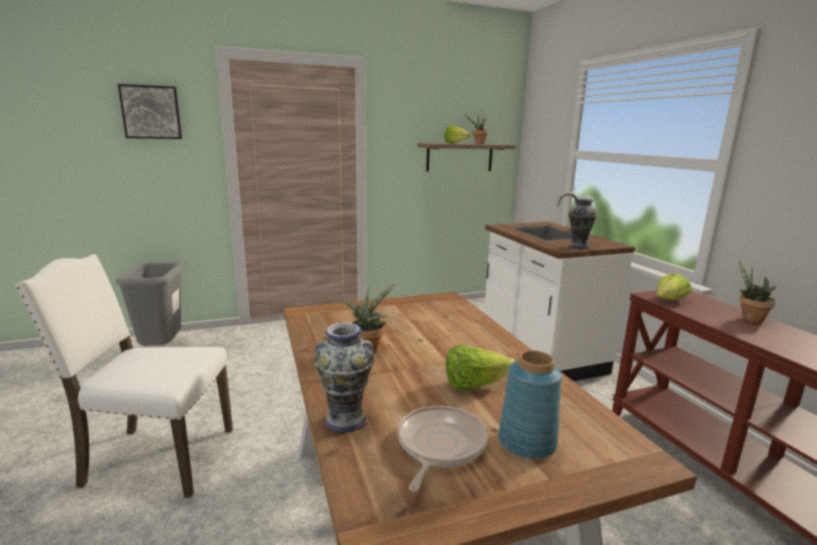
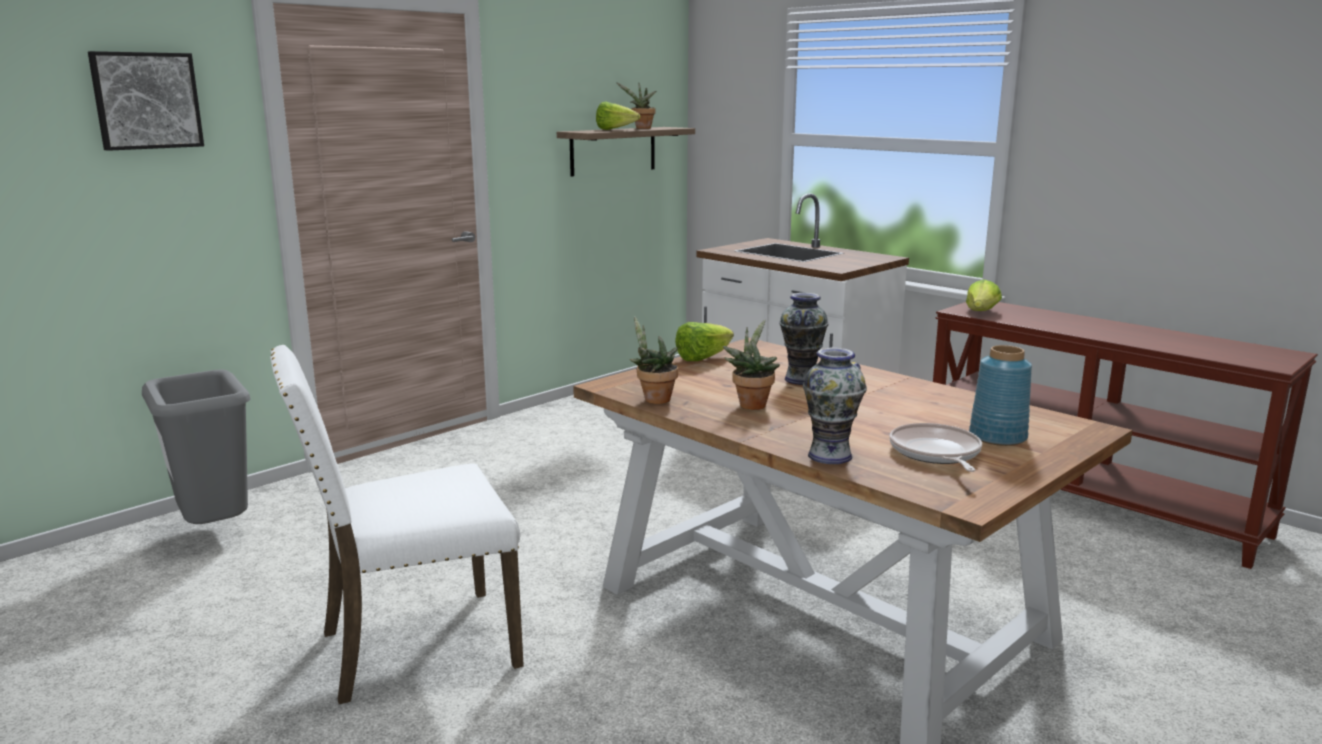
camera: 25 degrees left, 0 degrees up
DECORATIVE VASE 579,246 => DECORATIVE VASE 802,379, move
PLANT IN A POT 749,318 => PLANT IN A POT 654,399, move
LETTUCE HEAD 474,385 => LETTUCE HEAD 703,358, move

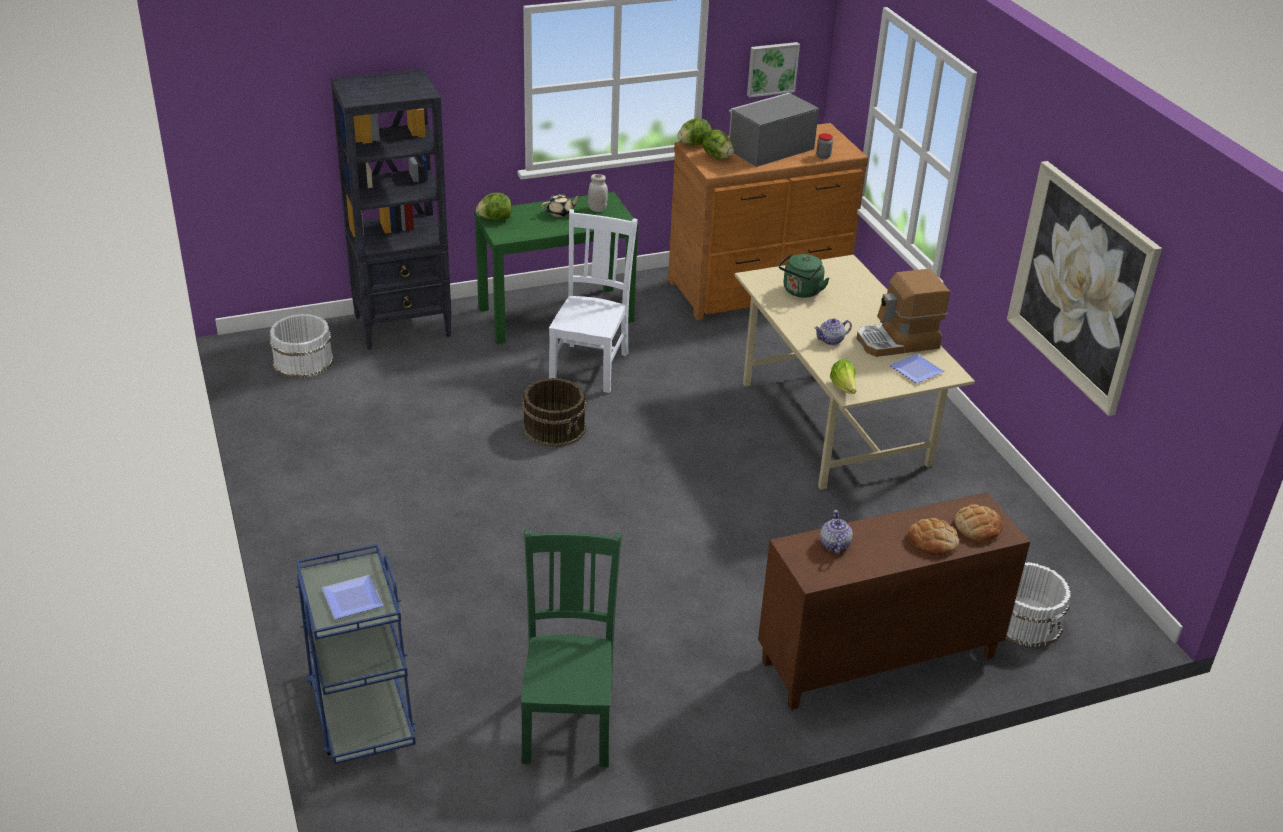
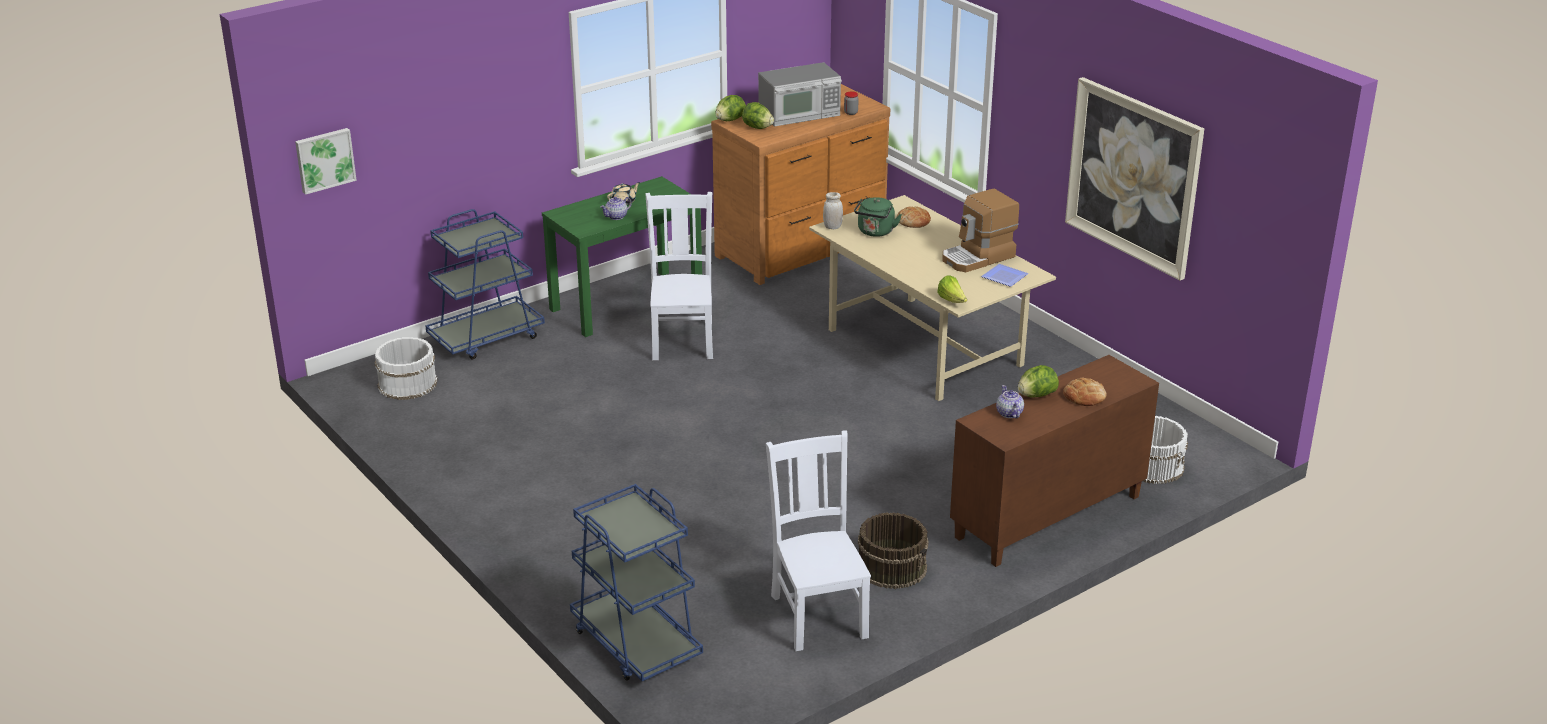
camera: 15 degrees left, 5 degrees down
WALL ART 771,68 => WALL ART 324,160, move
BLACK SHELVING UNIT 403,326 => BLUISH CART 487,337
MICROWAVE OVEN 769,149 => MICROWAVE OVEN 800,114, 150 degrees counterclockwise
WHITISH STORAGE JAR 597,209 => WHITISH STORAGE JAR 832,227, move
LETTUCE HEAD 495,219 => LETTUCE HEAD 1036,395, move
TEAPOT 831,340 => TEAPOT 616,216, move
BROWN BUCKET 554,427 => BROWN BUCKET 892,567, move
BREAD 977,527 => BREAD 913,221, move
GREENISH PLAIN CHAIR 568,722 => WHITISH PLAIN CHAIR 818,614
DINNER PLATE 353,598 => nothing

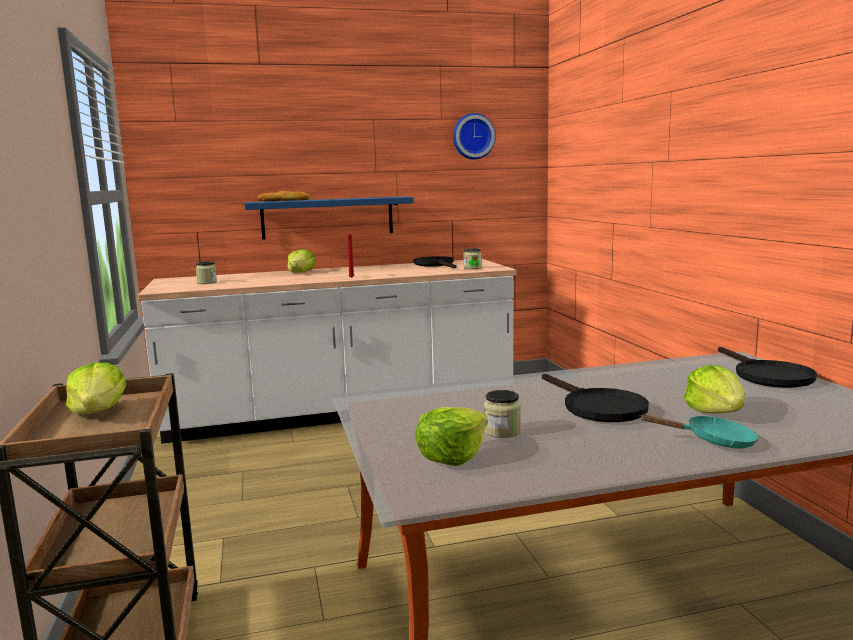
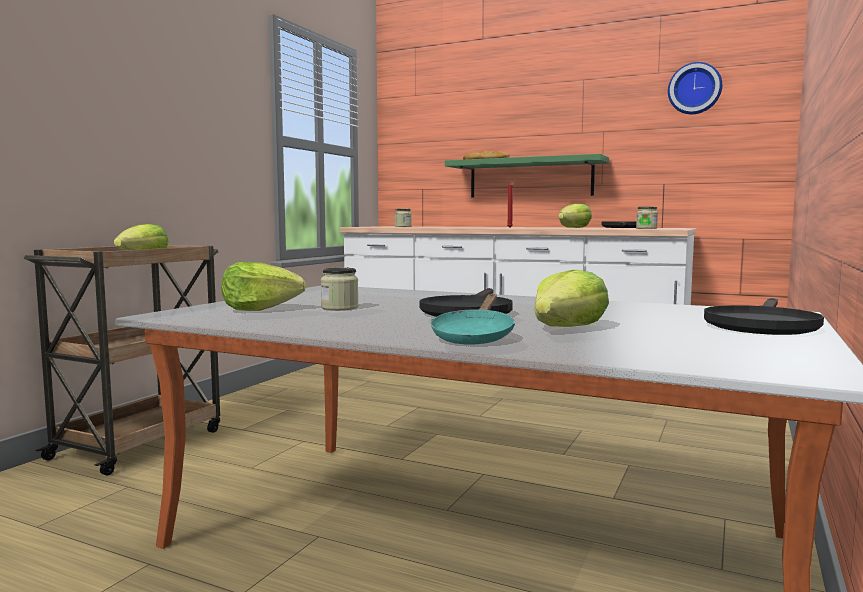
camera: 40 degrees right, 5 degrees down
BLUISH WALL SHELF 327,217 => GREENISH WALL SHELF 530,178
LETTUCE HEAD 301,272 => LETTUCE HEAD 574,228, move
TURQUOISE-COLOURED SKILLET 713,441 => TURQUOISE-COLOURED SKILLET 474,336, 60 degrees clockwise

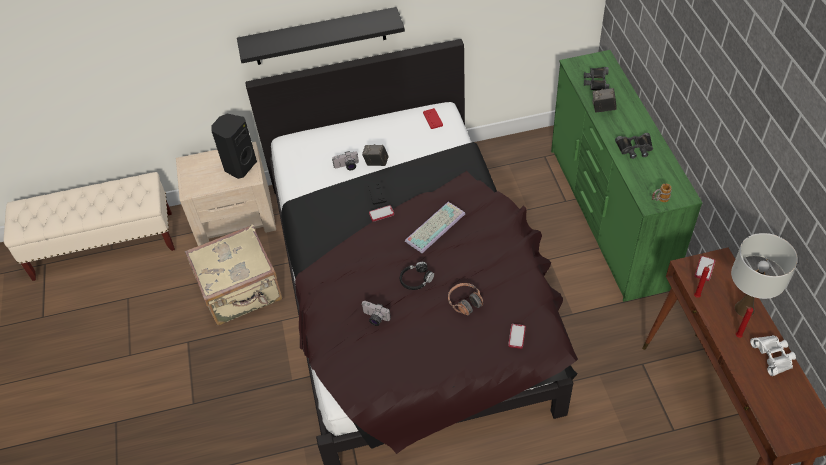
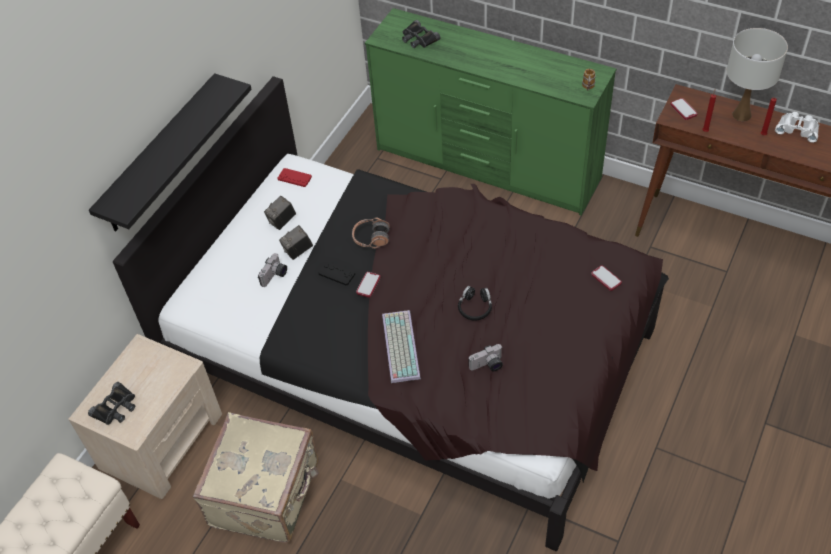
camera: 50 degrees left, 0 degrees up
PHOTO CAMERA 603,108 => PHOTO CAMERA 282,221, move
BLACK LOUDSPEAKER 239,166 => nothing
BLACK FIELD GLASSES 635,148 => BLACK FIELD GLASSES 116,408, move
COMPUTER KEYBOARD 435,226 => COMPUTER KEYBOARD 399,346, move
HEADSET 465,302 => HEADSET 371,238, move

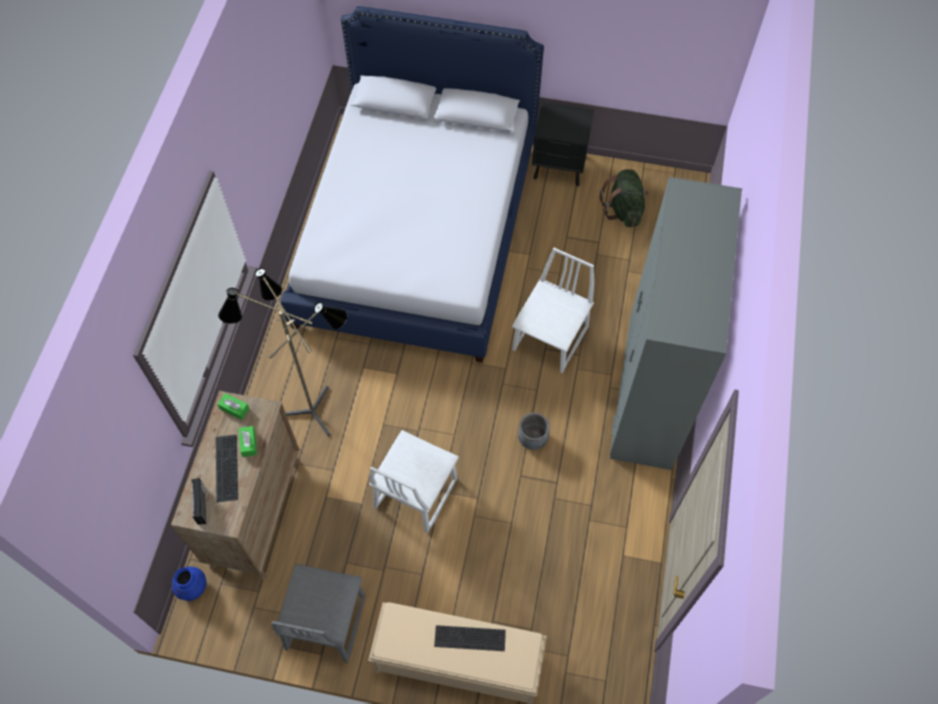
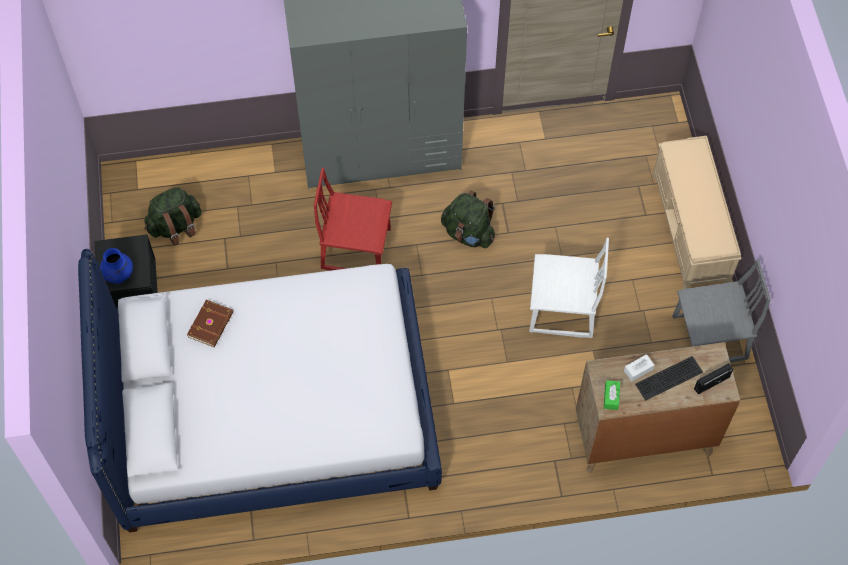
camera: 110 degrees left, 0 degrees up
WHITISH PLAIN CHAIR 551,339 => RED-COLOURED PLAIN CHAIR 356,248
STANDARD LAMP 311,406 => nothing
GRAY FLOWER POT 532,439 => GREENISH KNAPSACK 468,233
GREENISH TISSUE BOX 248,443 => WHITISH TISSUE BOX 638,370
BLUISH DECORATIVE VASE 192,587 => BLUISH DECORATIVE VASE 119,275, move
COMPUTER KEYBOARD 469,639 => nothing
nothing => BROWN BOUND BOOK 211,324

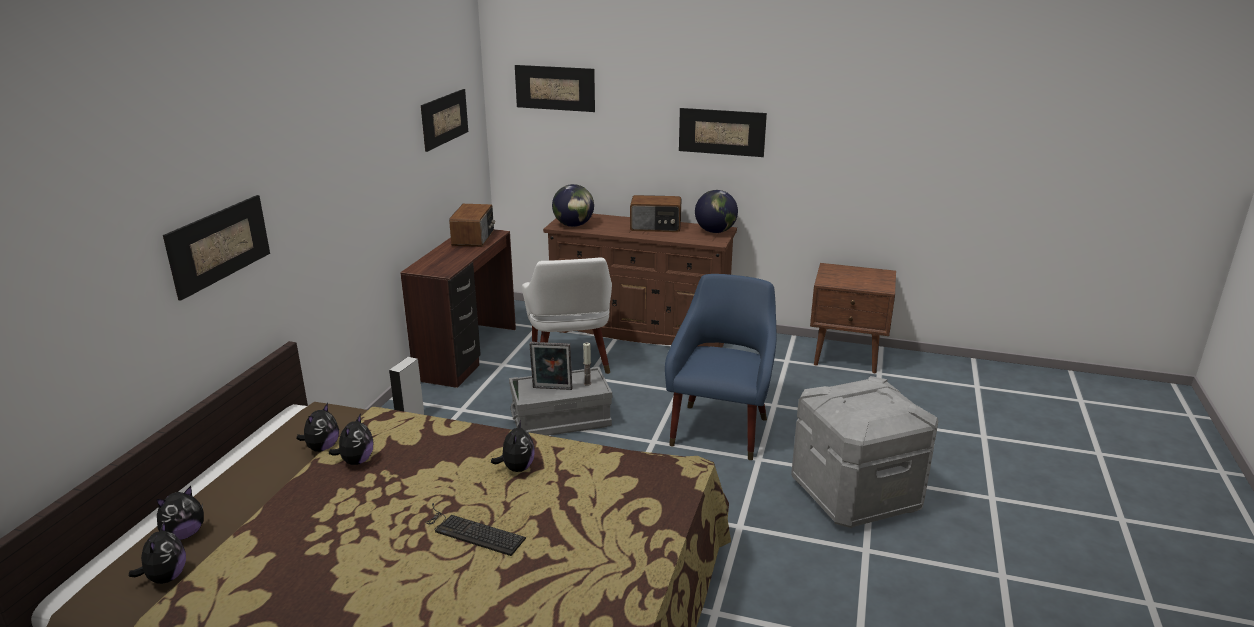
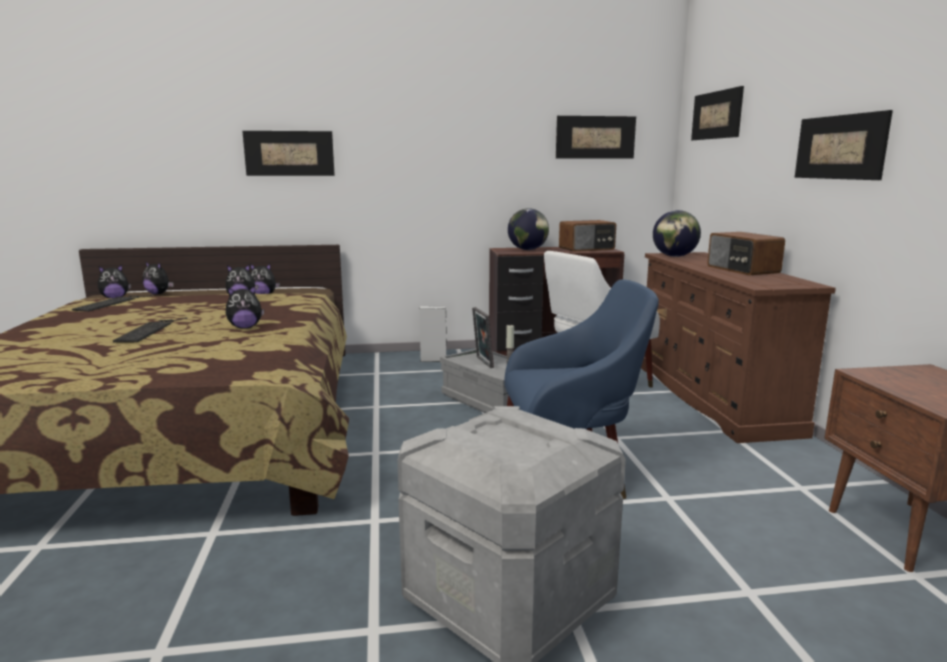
camera: 65 degrees right, 10 degrees down
GLOBE 715,231 => GLOBE 528,249, move
nothing => COMPUTER KEYBOARD 111,303

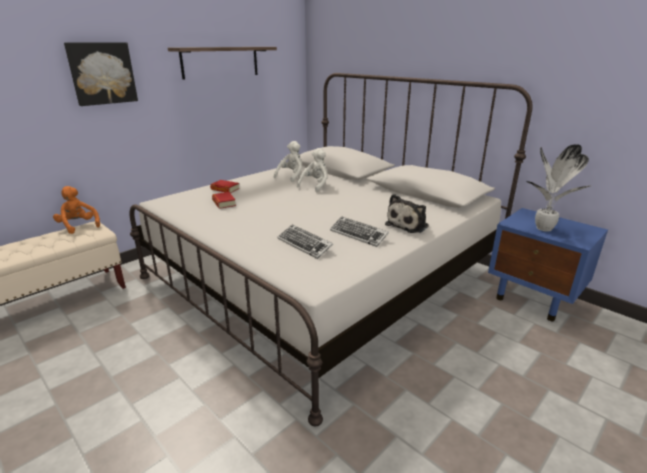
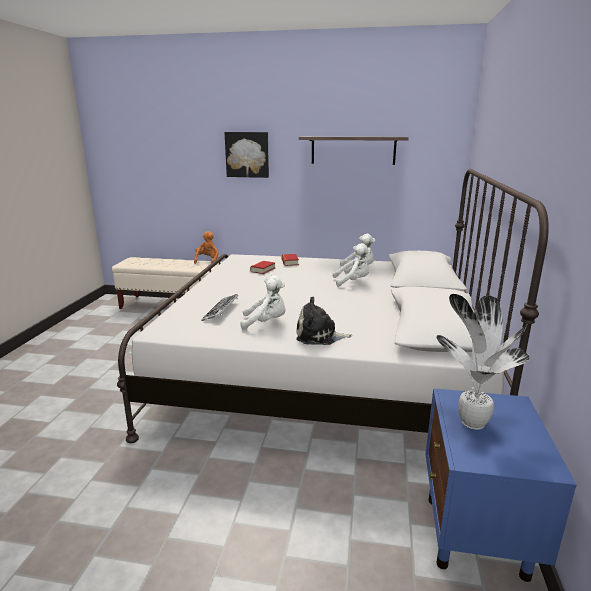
camera: 55 degrees right, 5 degrees down
COMPUTER KEYBOARD 358,235 => WHITISH SOFT TOY 266,323

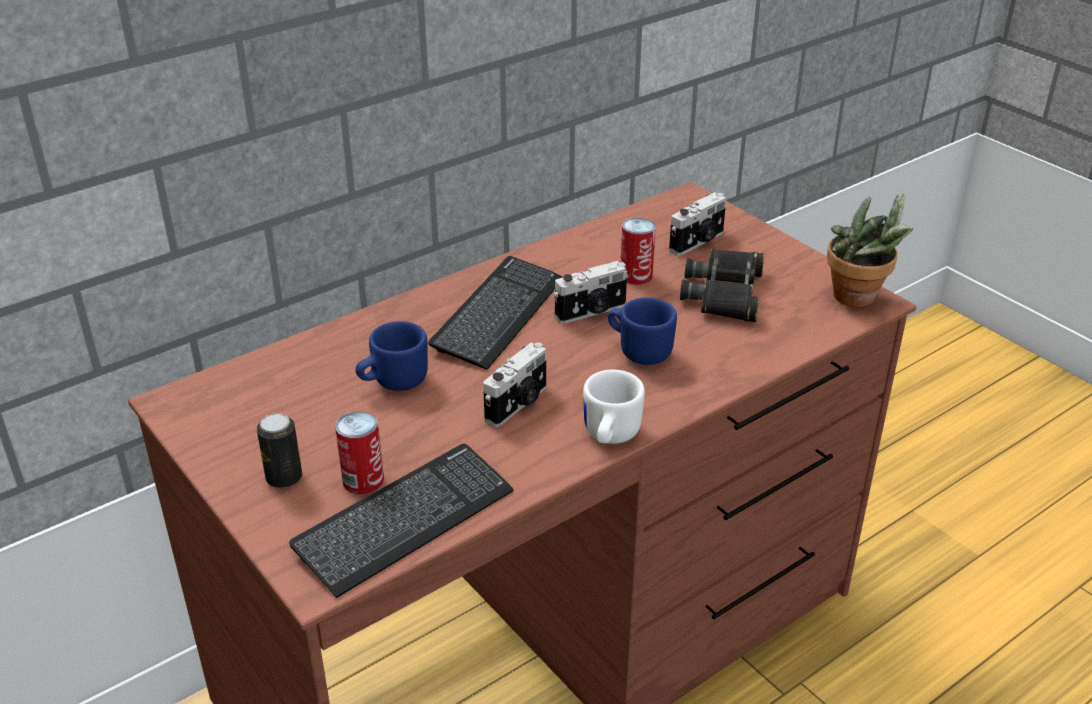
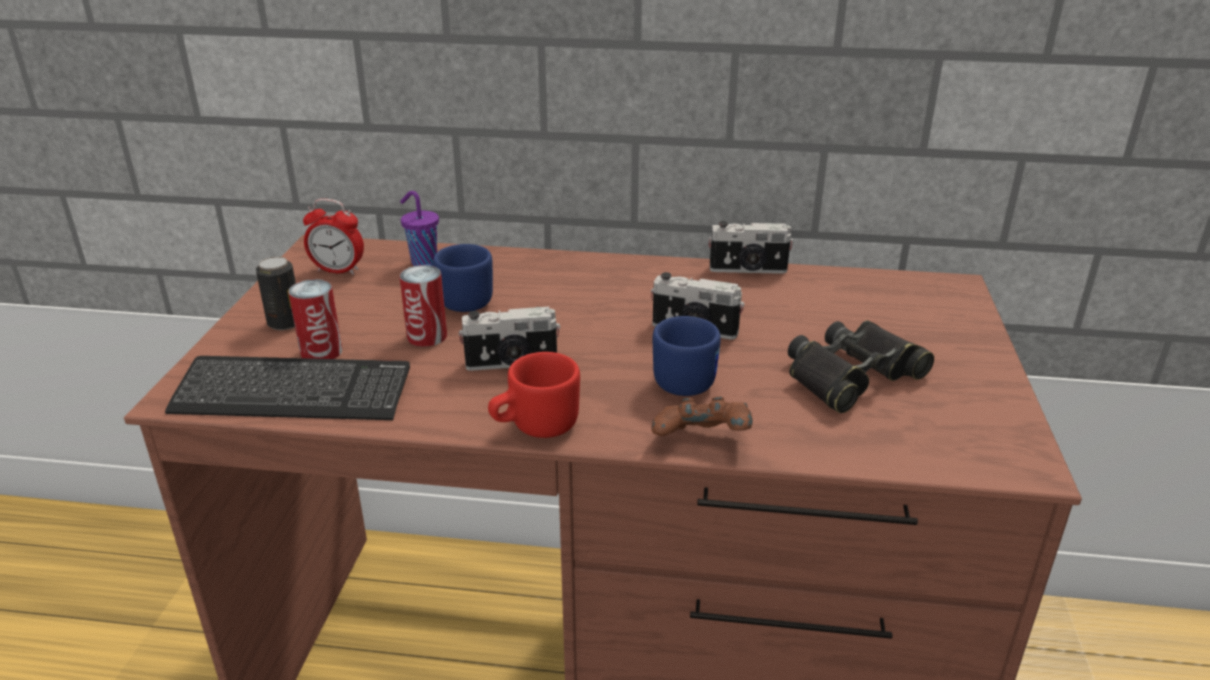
camera: 45 degrees right, 5 degrees down
PHOTO CAMERA 698,242 => PHOTO CAMERA 748,270, move
PLANT IN A POT 859,299 => nothing
METAL CAN 636,276 => METAL CAN 427,336, move
COMPUTER KEYBOARD 498,314 => nothing
WHITISH COFFEE MUG 608,436 => RED-COLOURED COFFEE MUG 534,427
nothing => PURPLE CUP 423,262
nothing => ALARM CLOCK 338,270
nothing => BROWN GAME CONTROLLER 702,442

